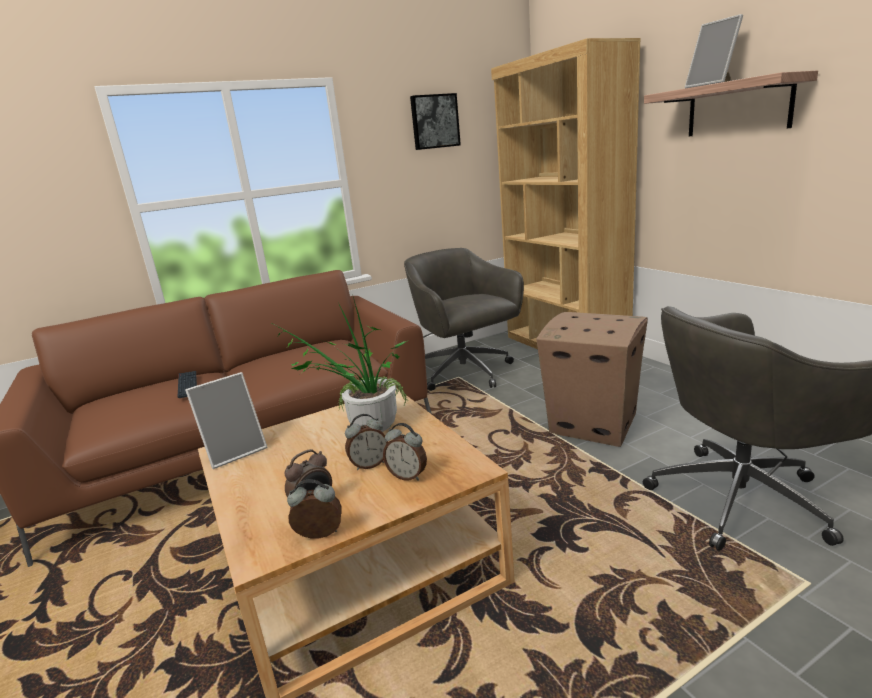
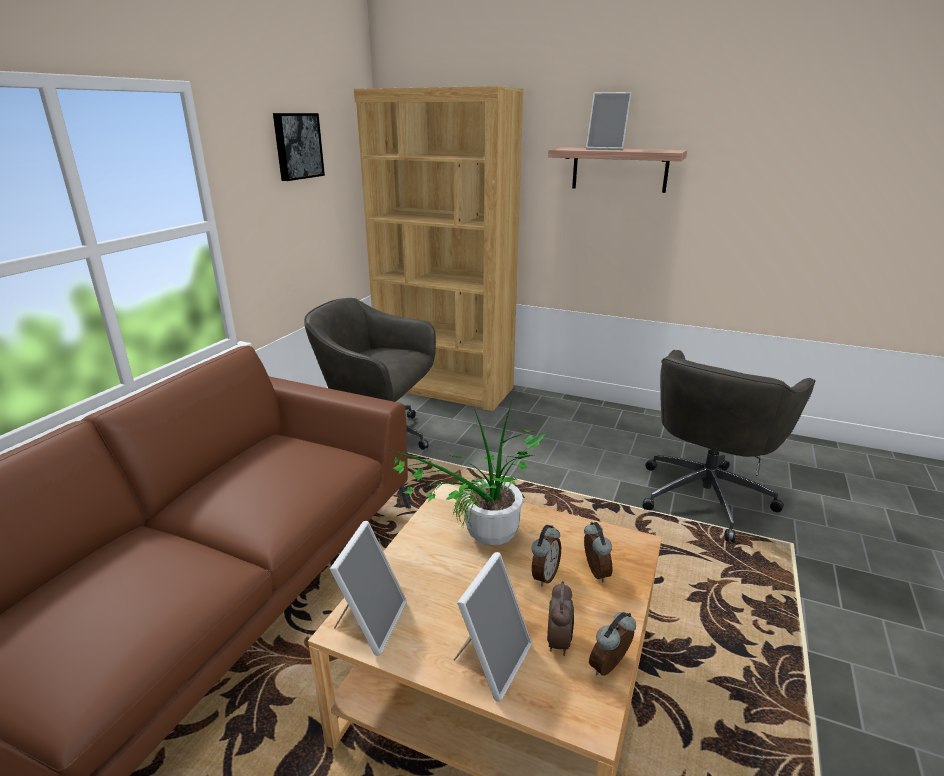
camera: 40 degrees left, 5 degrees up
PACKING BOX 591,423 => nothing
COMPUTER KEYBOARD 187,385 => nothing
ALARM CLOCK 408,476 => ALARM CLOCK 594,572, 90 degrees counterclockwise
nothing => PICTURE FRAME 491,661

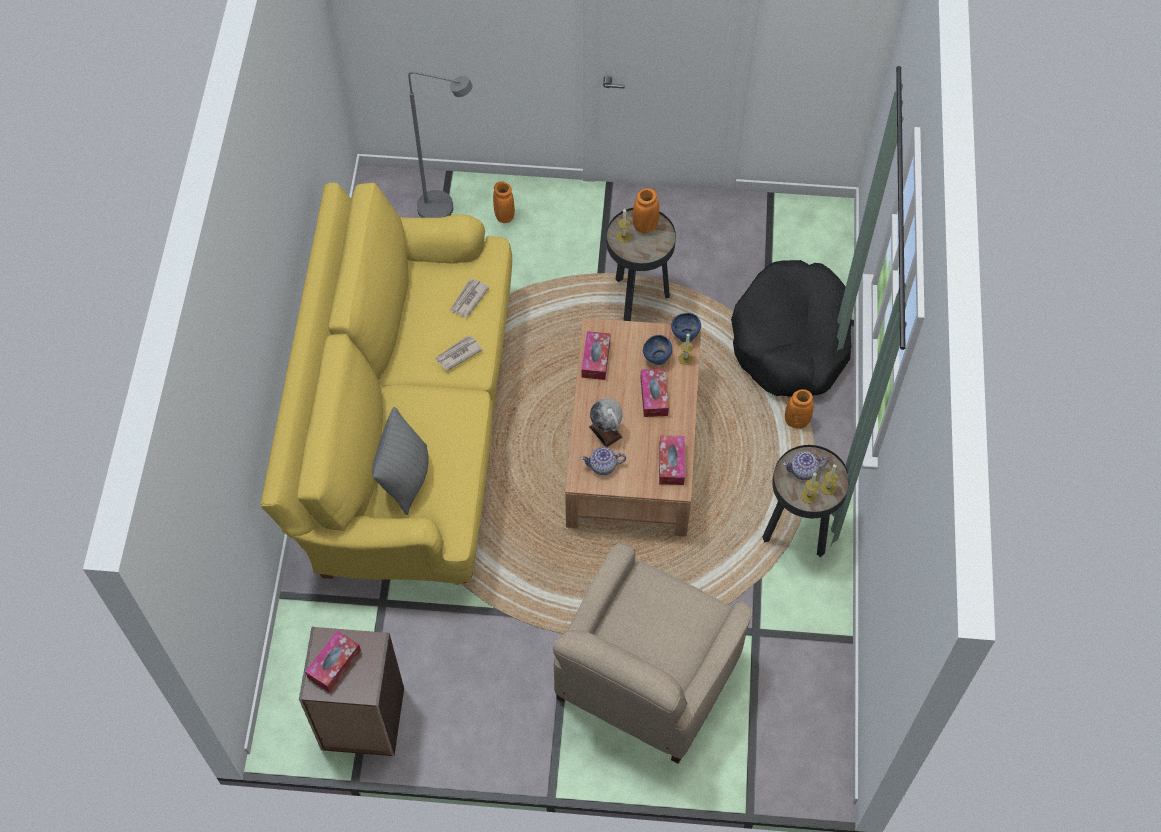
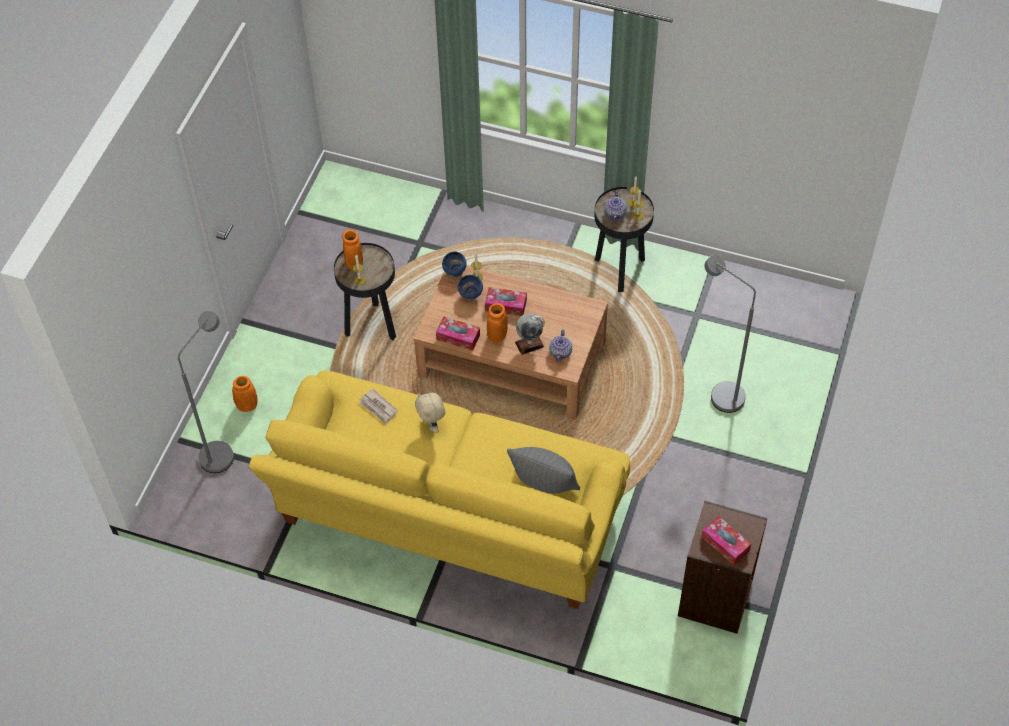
camera: 75 degrees left, 5 degrees down
BLACK DOG BED 792,340 => nothing
PRINTED PAPER 457,354 => BEIGE SOFT TOY 432,425
ORANGE DECORATIVE VASE 796,421 => ORANGE DECORATIVE VASE 497,336, move
TISSUE BOX 671,463 => nothing
BEIGE LOUNGE CHAIR 646,678 => GRAY STANDARD LAMP 719,393

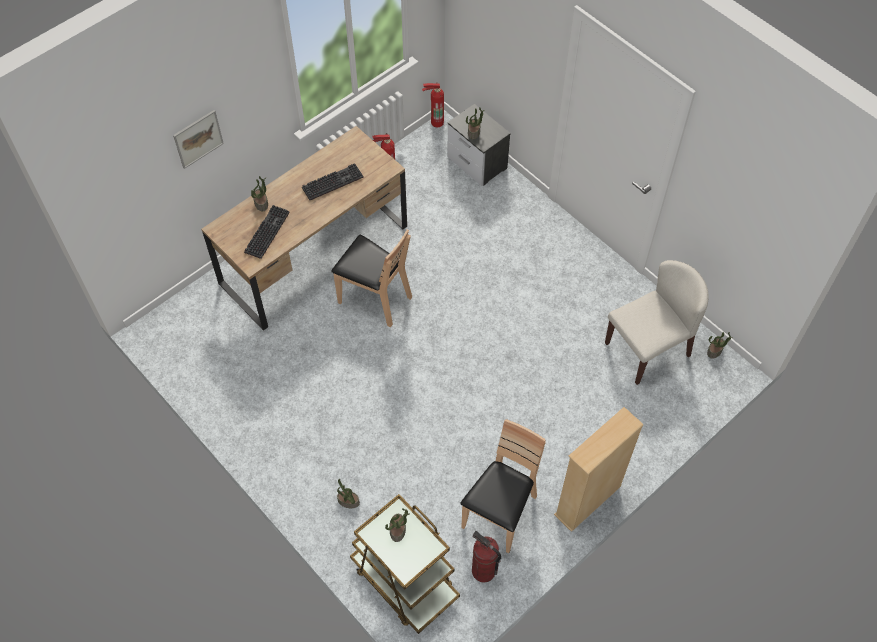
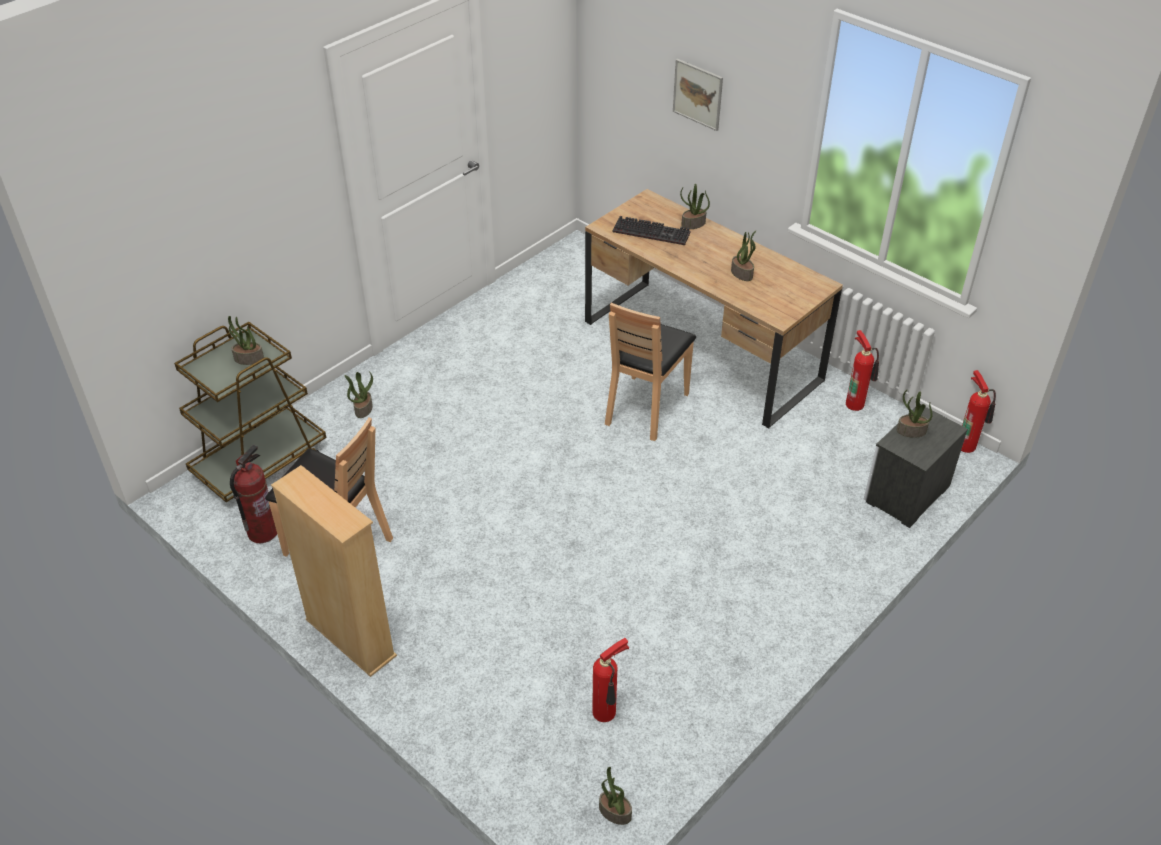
camera: 85 degrees right, 15 degrees down
COMPUTER KEYBOARD 333,181 => PLANT IN A POT 742,273
BEIGE PLAIN CHAIR 647,348 => EXTINGUISHER 607,713

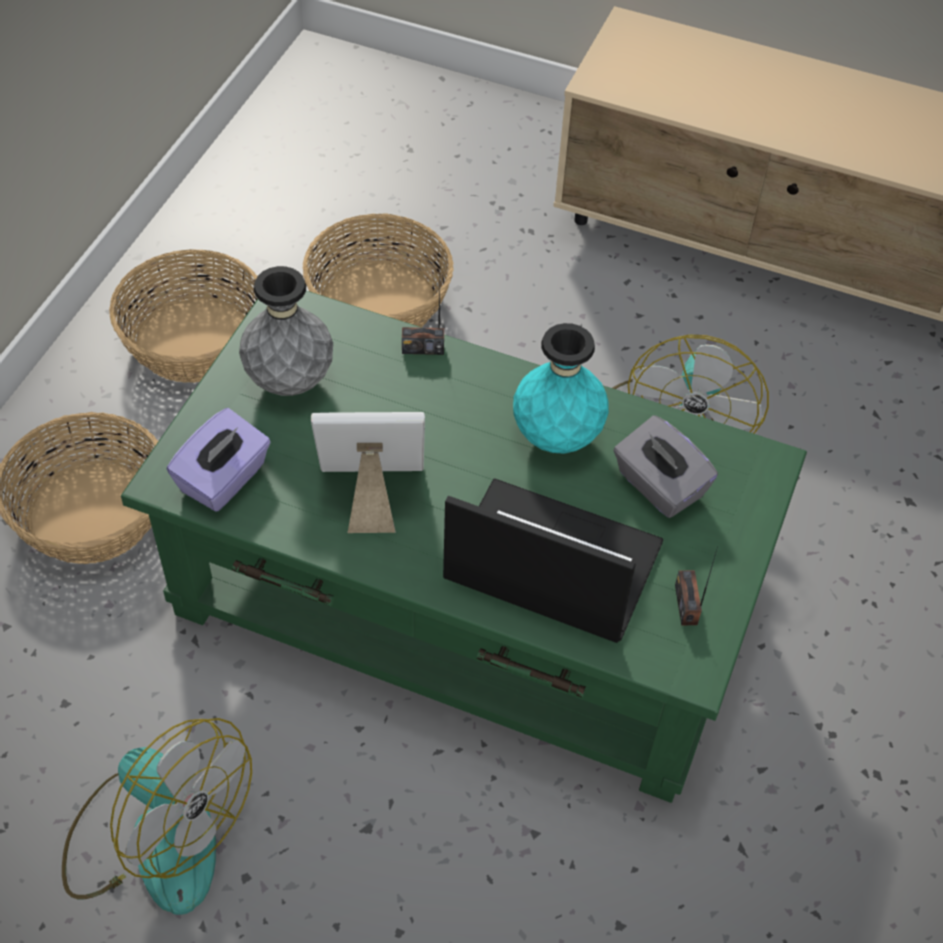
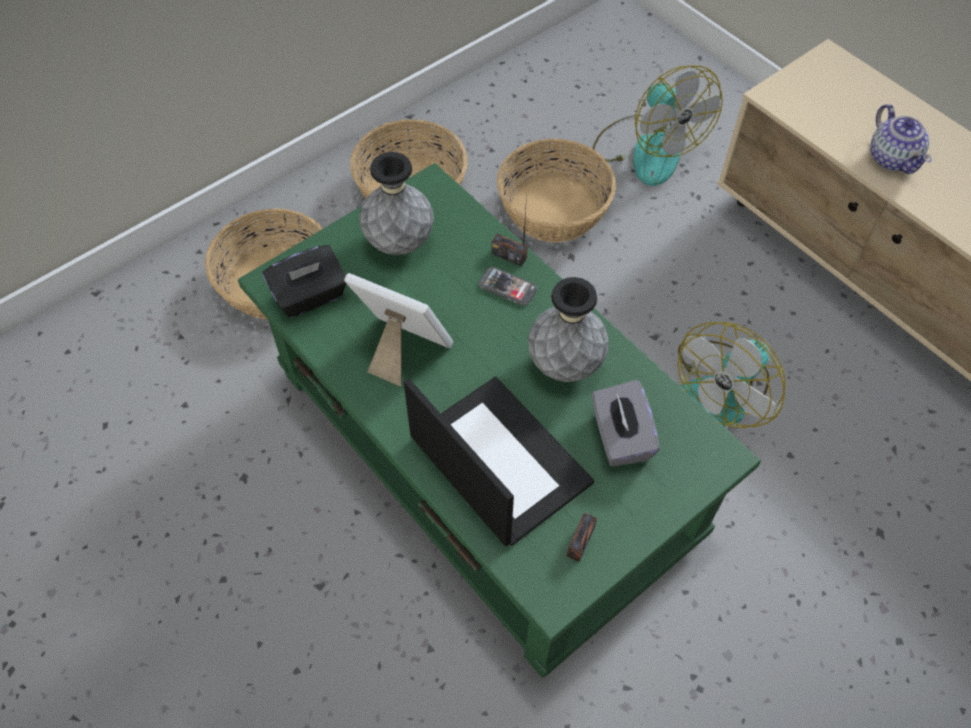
camera: 30 degrees right, 5 degrees up
TURQUOISE-COLOURED DECORATIVE VASE 557,437 => GRAY DECORATIVE VASE 565,365
PURPLE TISSUE BOX 224,479 => BLACK TISSUE BOX 310,296
COOLING FAN 156,838 => COOLING FAN 647,149, move
nothing => TEAPOT 892,158
nothing => PHONE 507,287

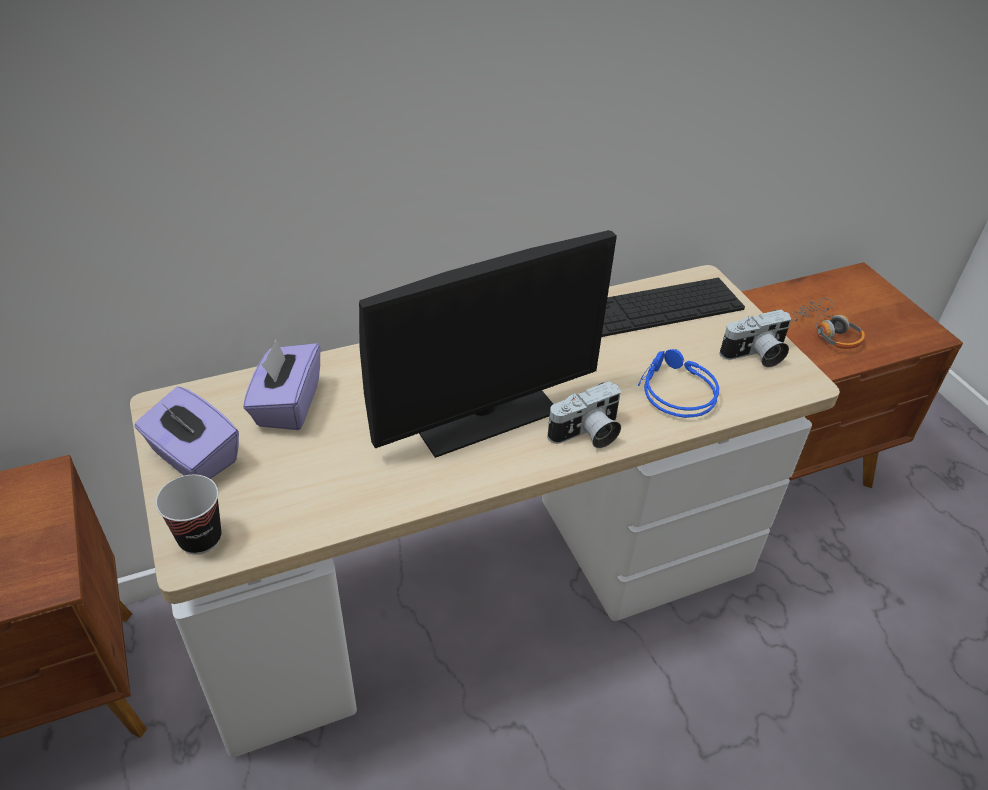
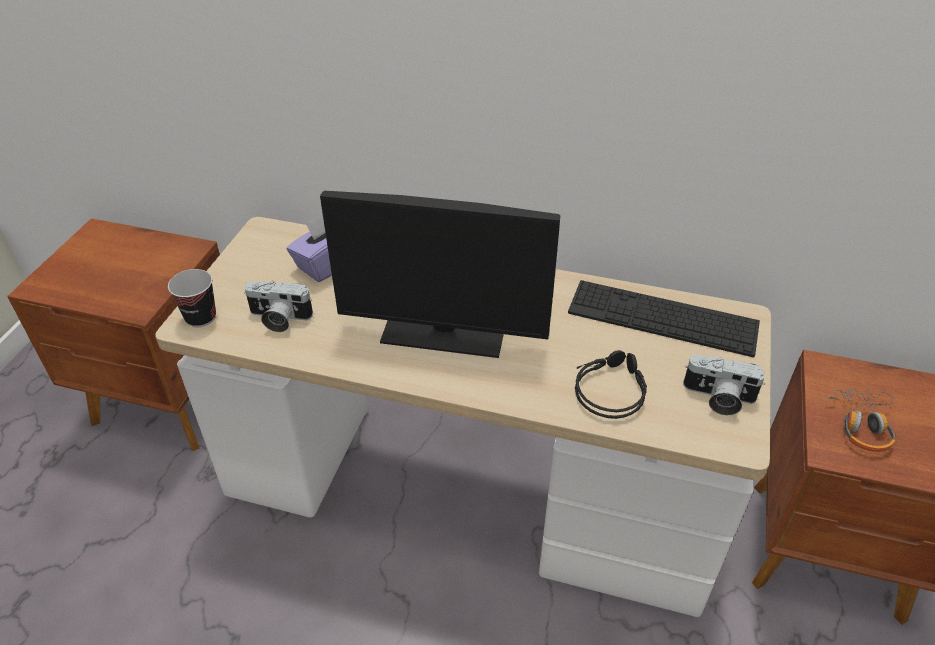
camera: 40 degrees right, 0 degrees up
BLUISH HEADSET 674,390 => BLACK HEADSET 609,388
PHOTO CAMERA 587,434 => PHOTO CAMERA 278,319, move
PURPLE TISSUE BOX 193,457 => nothing

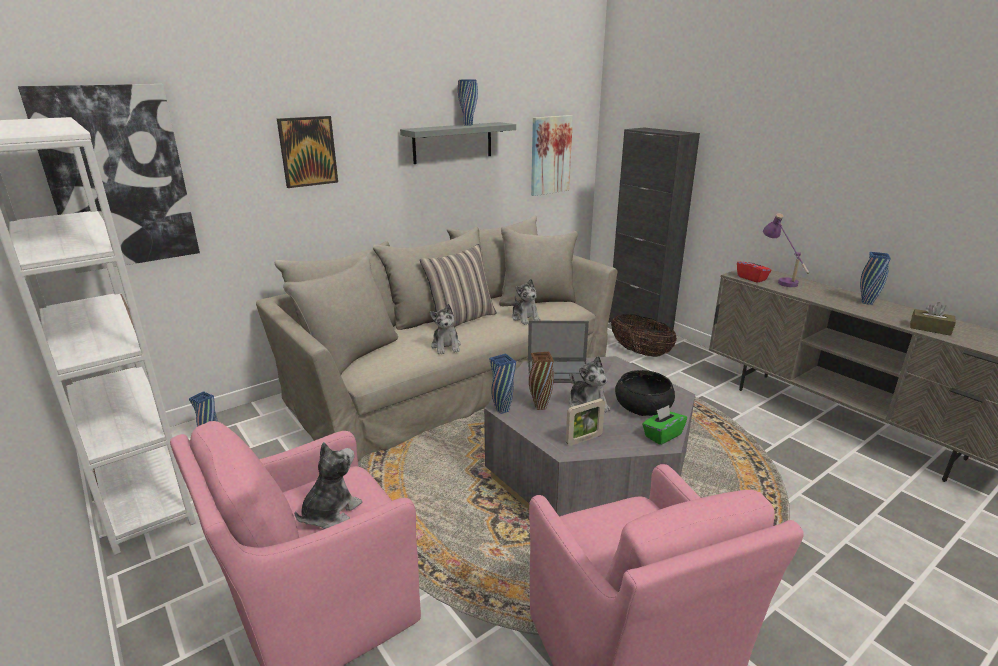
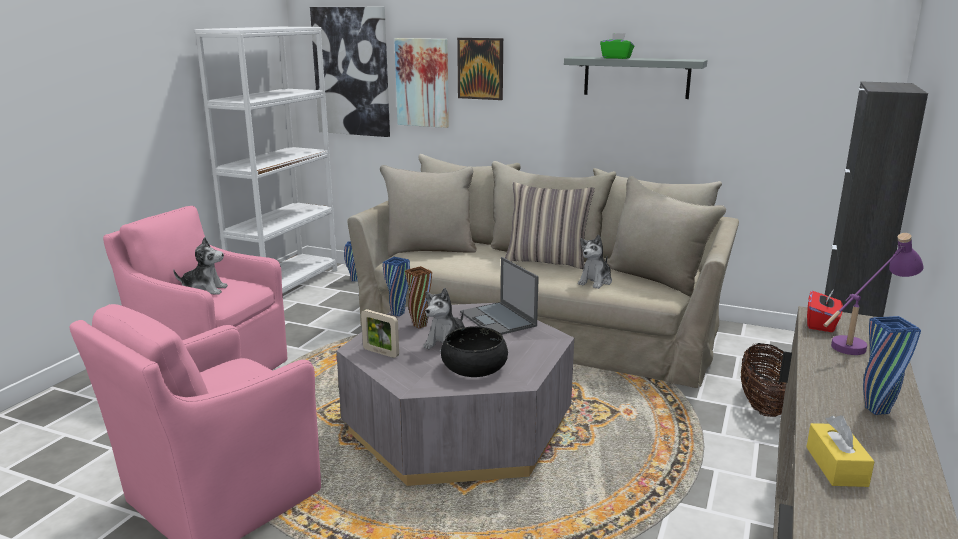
camera: 60 degrees right, 5 degrees down
BLUISH DECORATIVE VASE 468,125 => nothing
WALL ART 550,155 => WALL ART 422,82, move
BROWN TISSUE BOX 930,328 => YELLOW-COLOURED TISSUE BOX 836,466
SOFT TOY 446,346 => nothing
GREENISH TISSUE BOX 662,435 => GREENISH TISSUE BOX 616,58, move

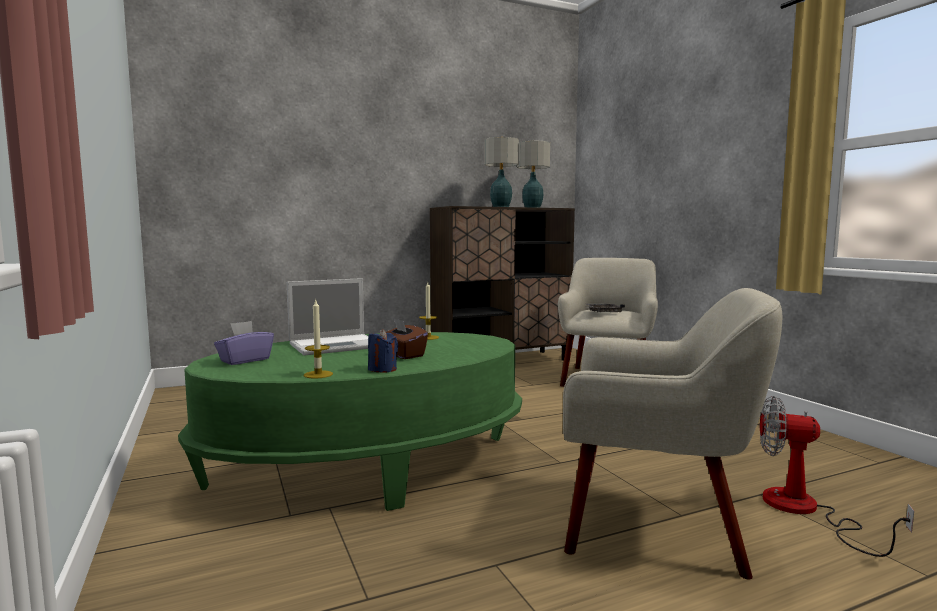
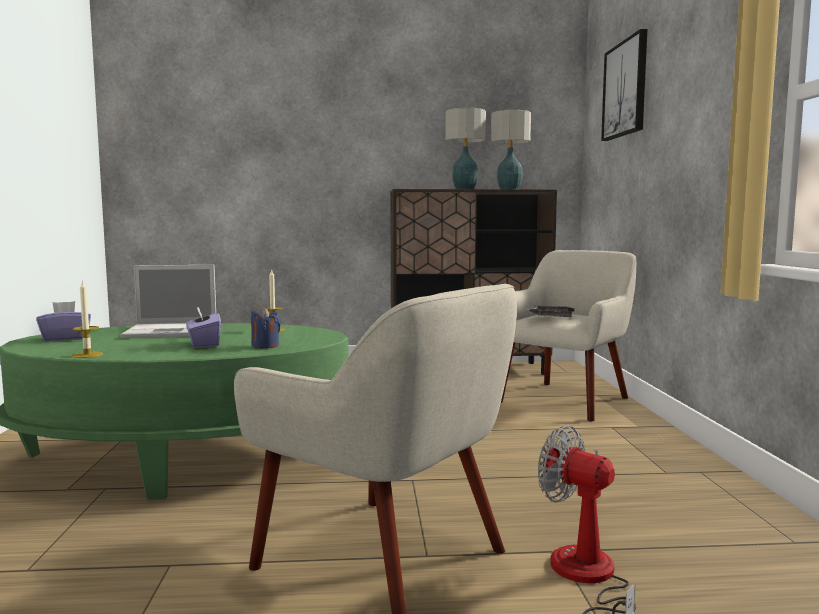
camera: 20 degrees right, 0 degrees up
BROWN TISSUE BOX 403,355 => PURPLE TISSUE BOX 204,344
BLUISH CANDLE 382,369 => BLUISH CANDLE 265,346, move
nothing => WALL ART 625,89

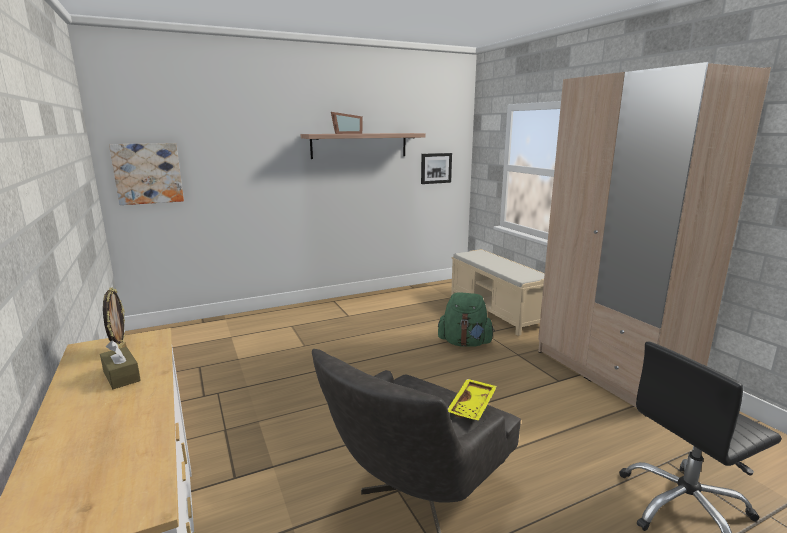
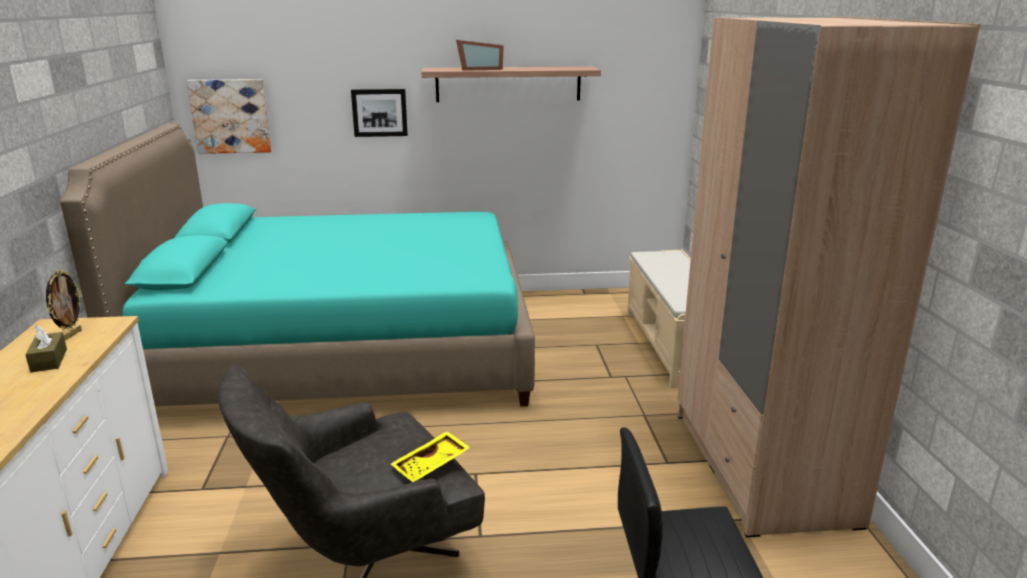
camera: 20 degrees right, 5 degrees up
WALL ART 436,168 => WALL ART 379,112, move
GREENISH KNAPSACK 465,343 => nothing
nothing => TURQUOISE-COLOURED BED 345,351

